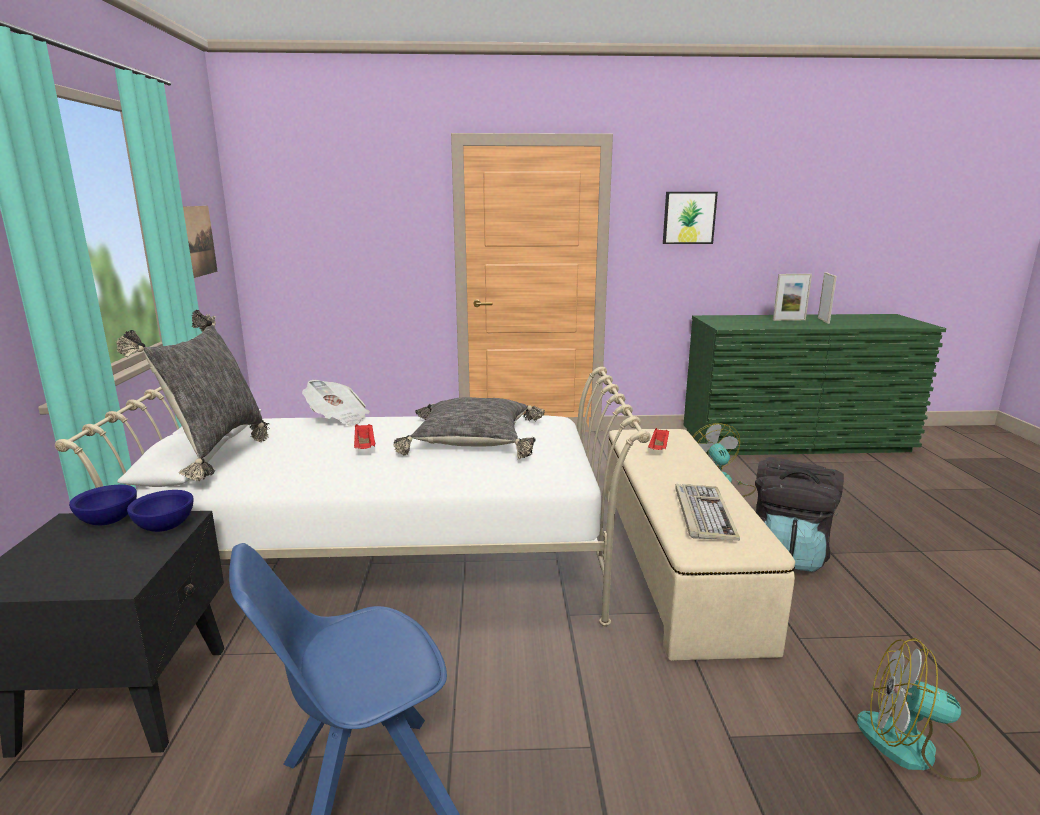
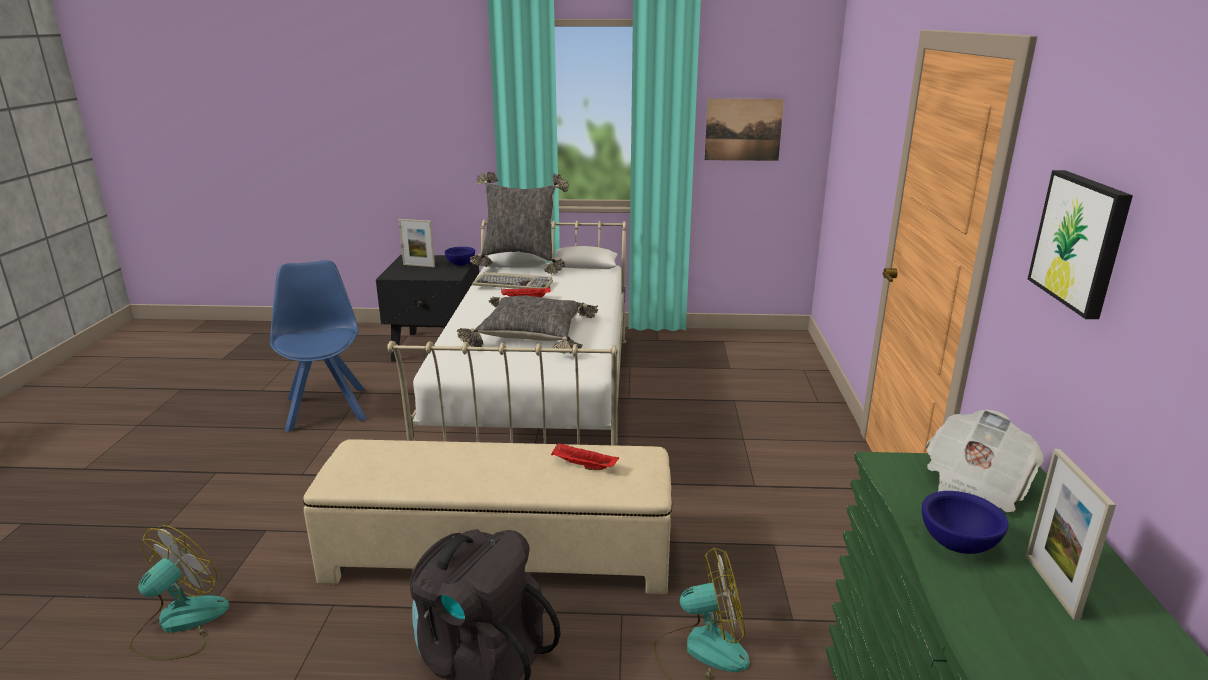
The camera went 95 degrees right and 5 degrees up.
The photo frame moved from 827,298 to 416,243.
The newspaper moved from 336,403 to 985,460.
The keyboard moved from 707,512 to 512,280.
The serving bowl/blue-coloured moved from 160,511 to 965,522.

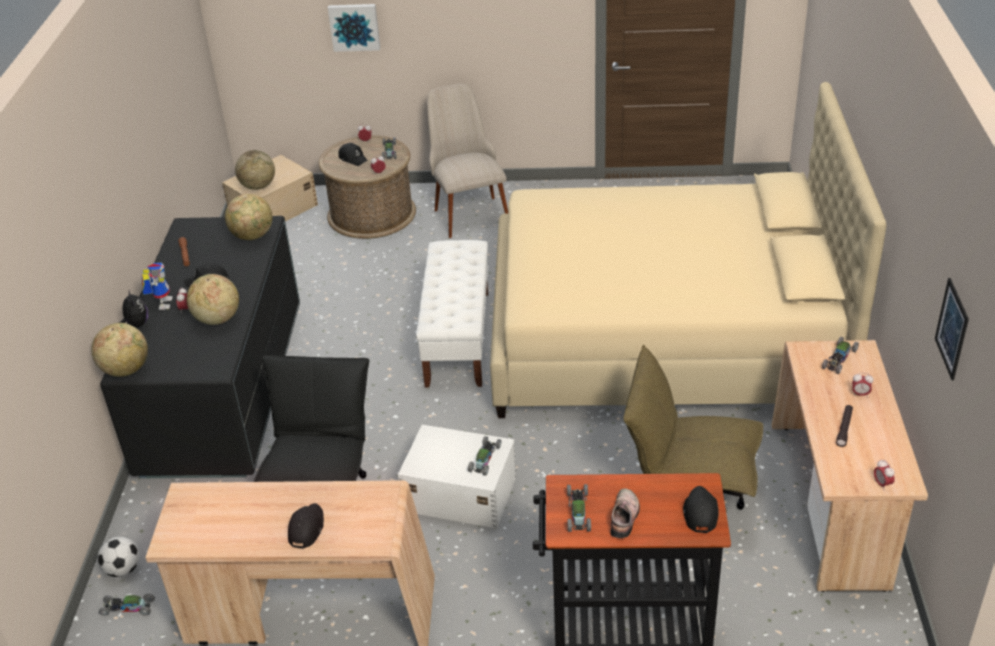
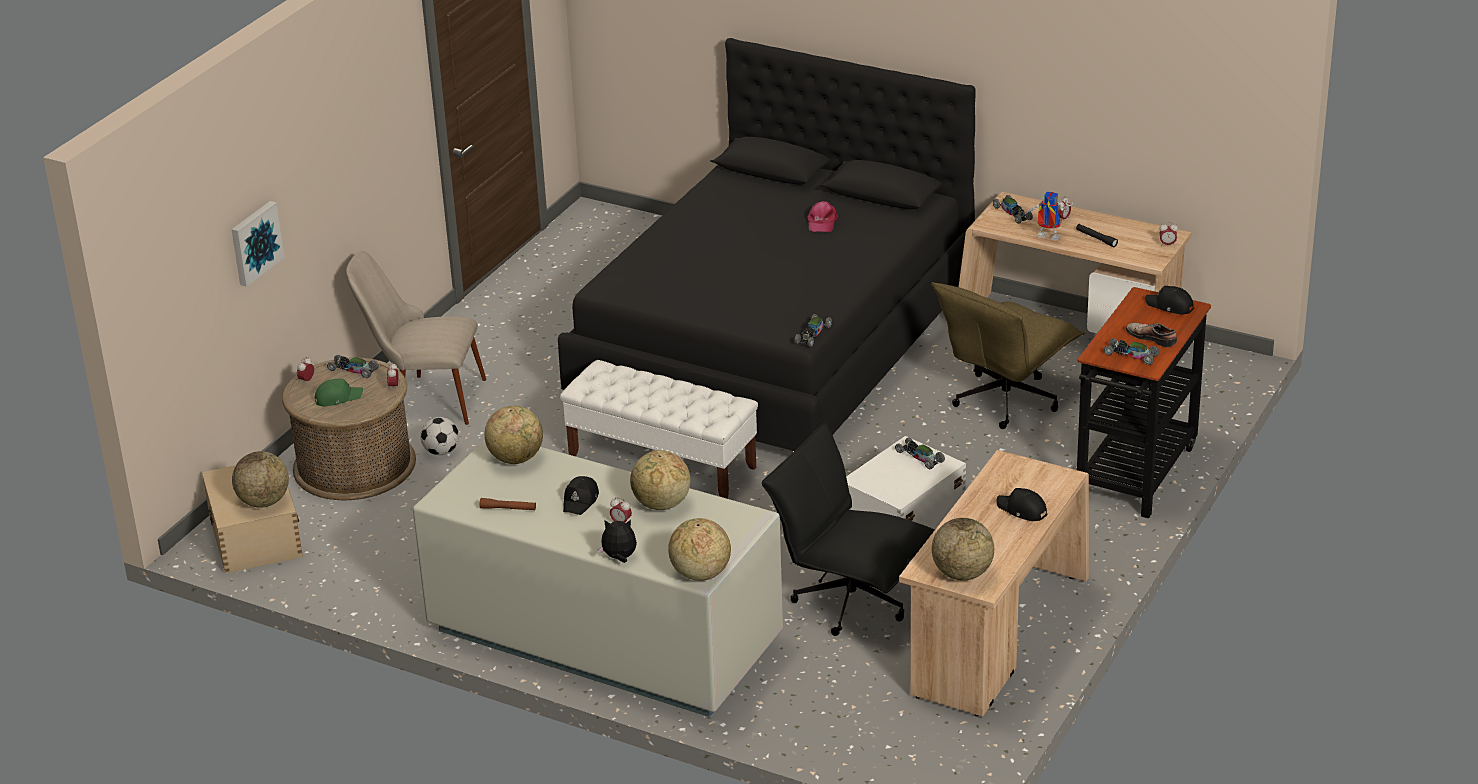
The camera went 65 degrees left and 5 degrees down.
The bedroom bed/beige-coloured at 688,250 became the bedroom bed/blackish at 767,244.
The cap/blackish at 353,154 became the cap/greenish at 339,393.
The chest of drawers/blackish at 200,347 became the chest of drawers/white at 598,578.
The robot figure moved from 157,286 to 1048,216.
The wall art at 952,329 disappeared.
The ball for football moved from 118,557 to 439,436.
The miniature car moved from 127,604 to 813,330.
The cap/pinkish at 823,216 appeared.
The globe at 963,549 appeared.

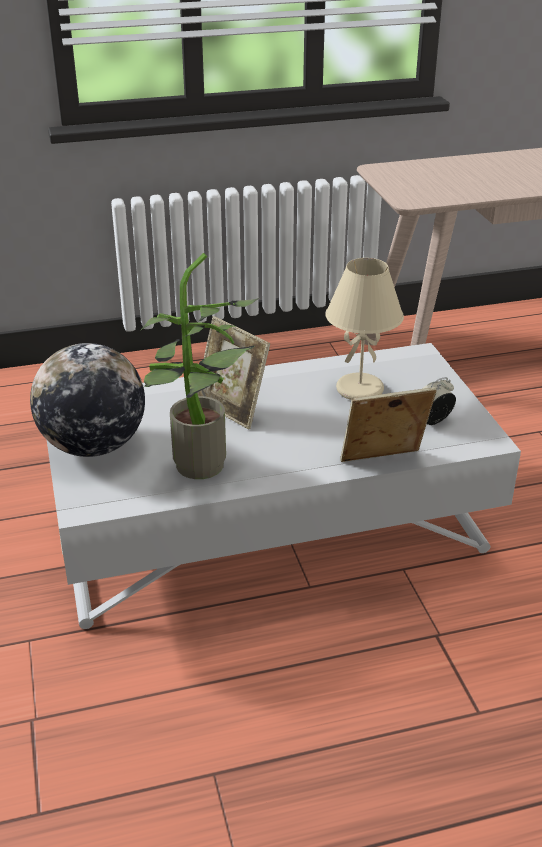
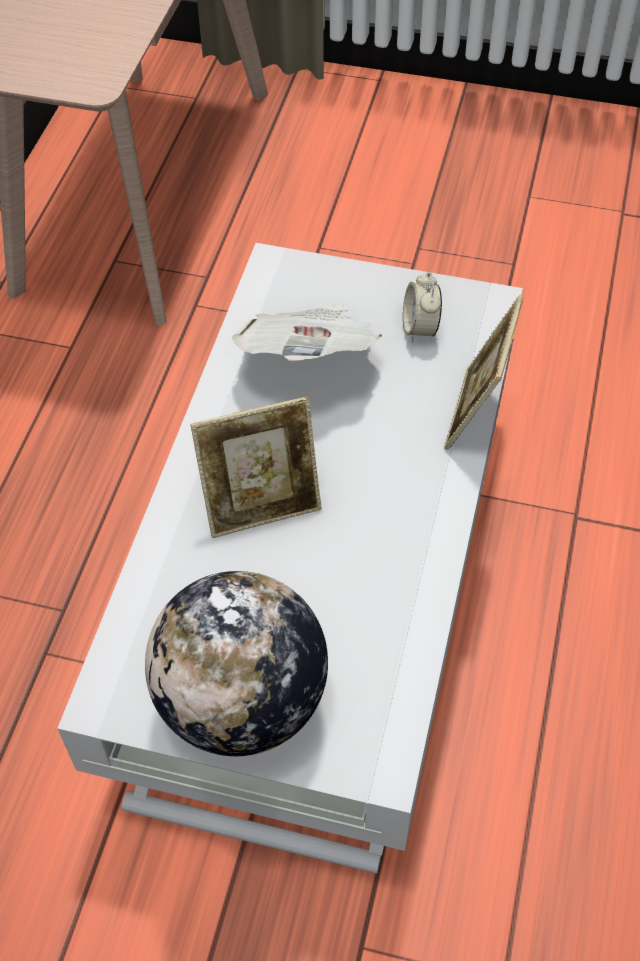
The camera went 60 degrees left and 20 degrees up.
The potted plant at 199,366 disappeared.
The table lamp/beige-coloured at 364,329 was replaced by the newspaper at 307,332.

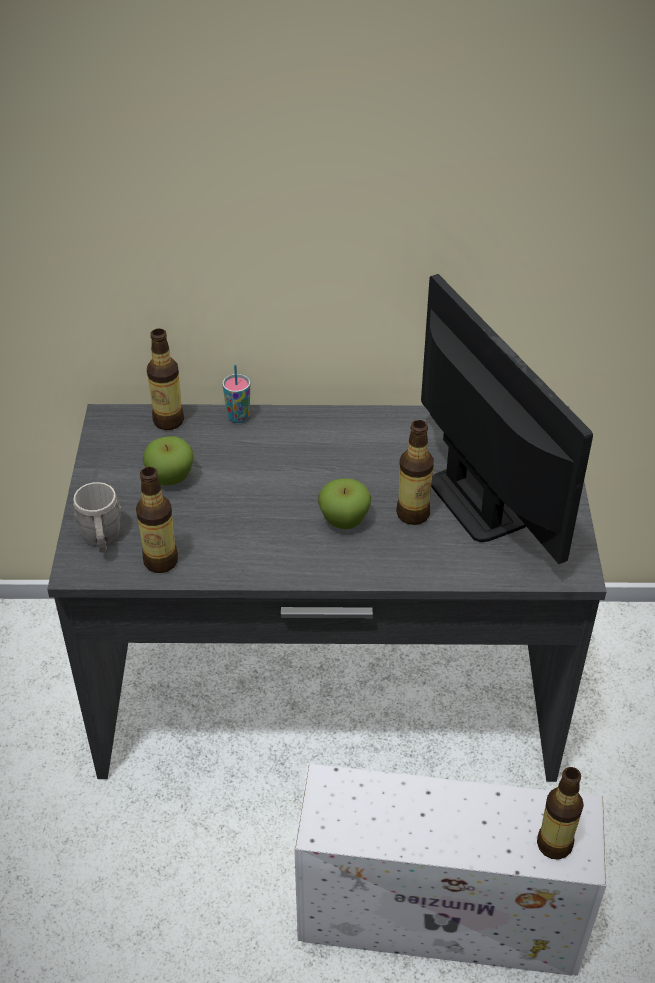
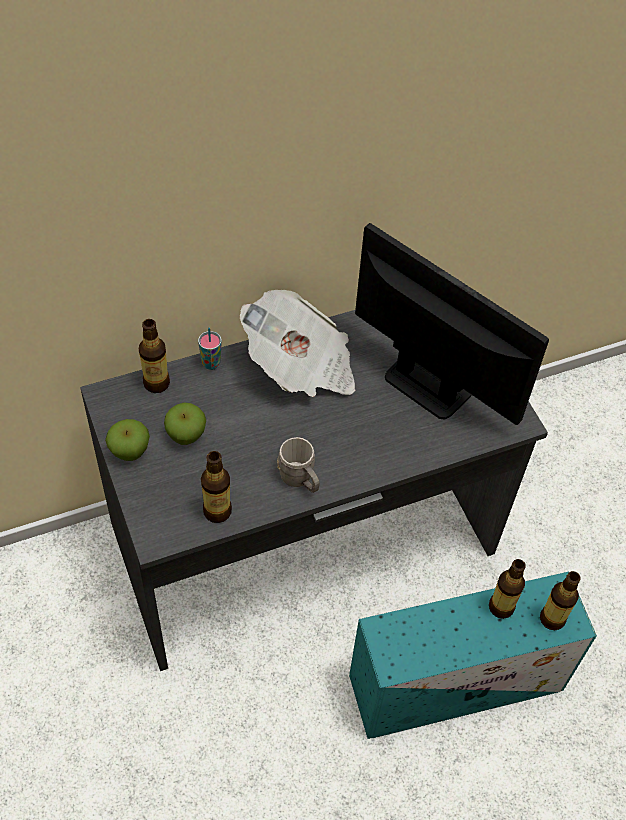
The camera went 25 degrees left and 10 degrees up.
The beverage bottle moved from 415,472 to 507,589.
The apple moved from 344,503 to 127,440.
The mug/grey moved from 97,517 to 298,465.
The storage bin/white at 450,869 became the storage bin/turquoise-coloured at 473,655.
The newspaper at 298,343 appeared.

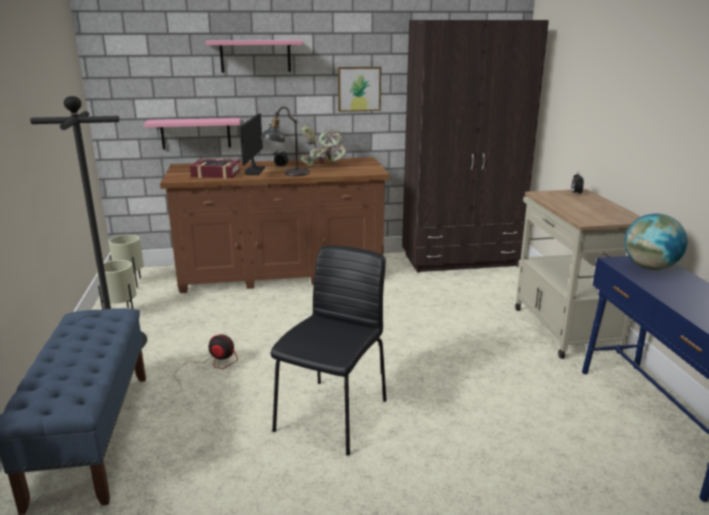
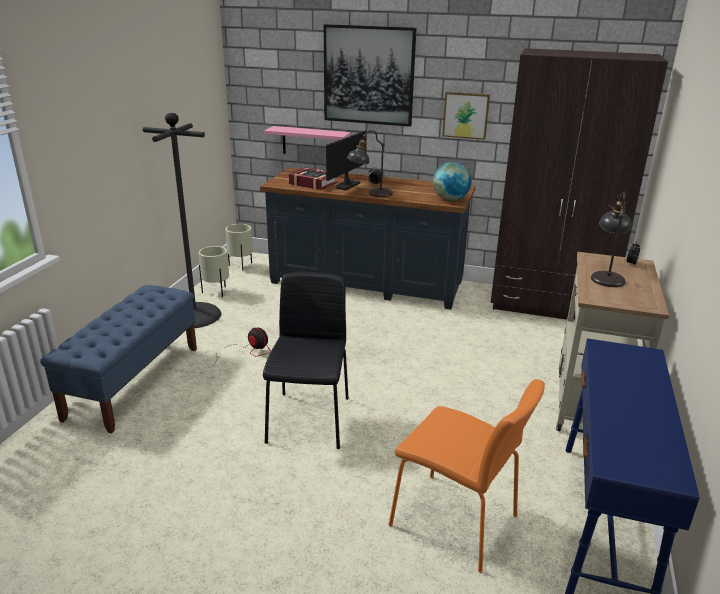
The camera went 25 degrees right and 5 degrees up.
The bracket shelf/pinkish at 254,56 was replaced by the wall art at 370,75.
The potted plant at 323,146 disappeared.
The chest of drawers/brownish at 275,225 became the chest of drawers/blue-coloured at 368,238.
The globe moved from 655,241 to 452,181.
The chair/blackish at 329,350 turned 45 degrees counterclockwise.
The table lamp/grey at 611,239 appeared.
The chair/orange-coloured at 466,476 appeared.

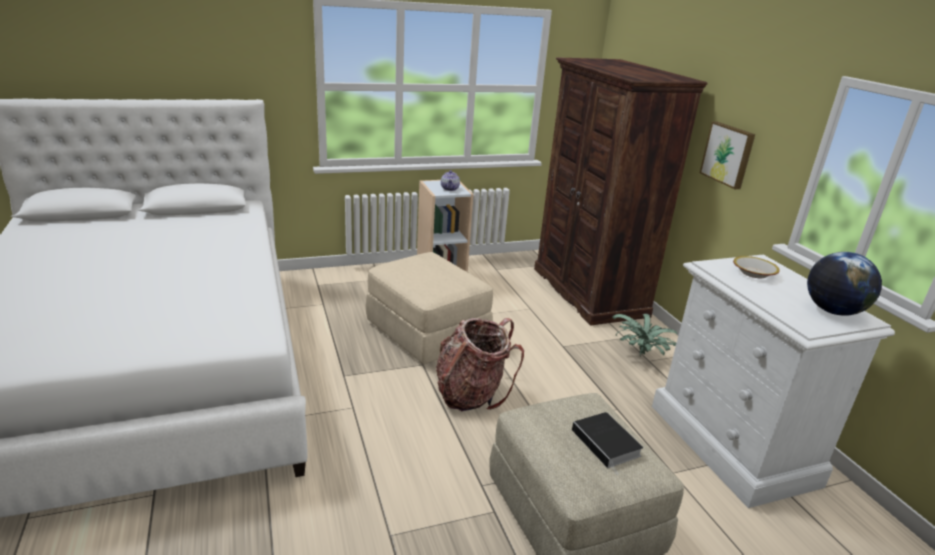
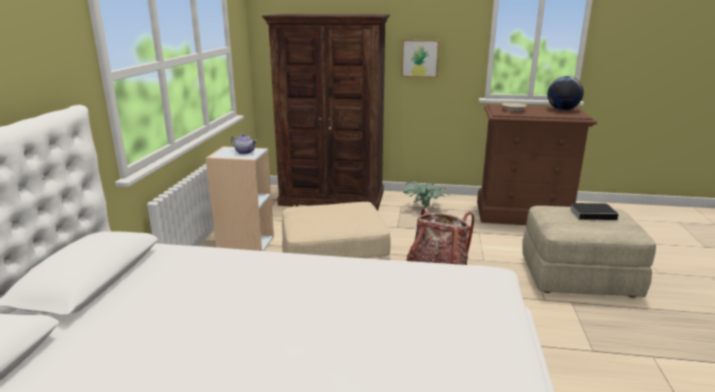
The camera went 60 degrees left and 5 degrees down.
The chest of drawers/white at 773,381 became the chest of drawers/brownish at 537,165.

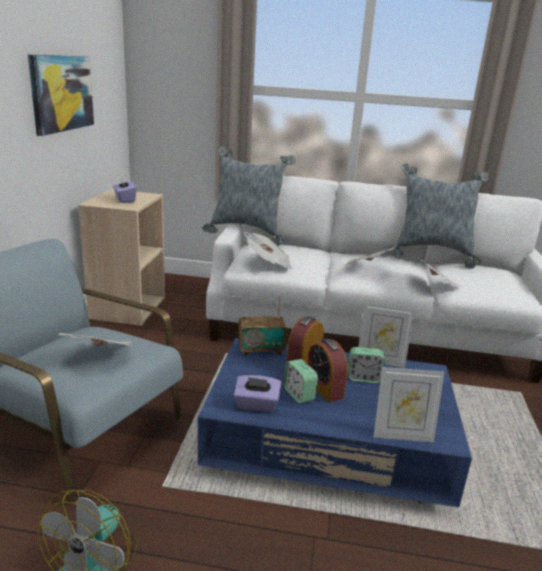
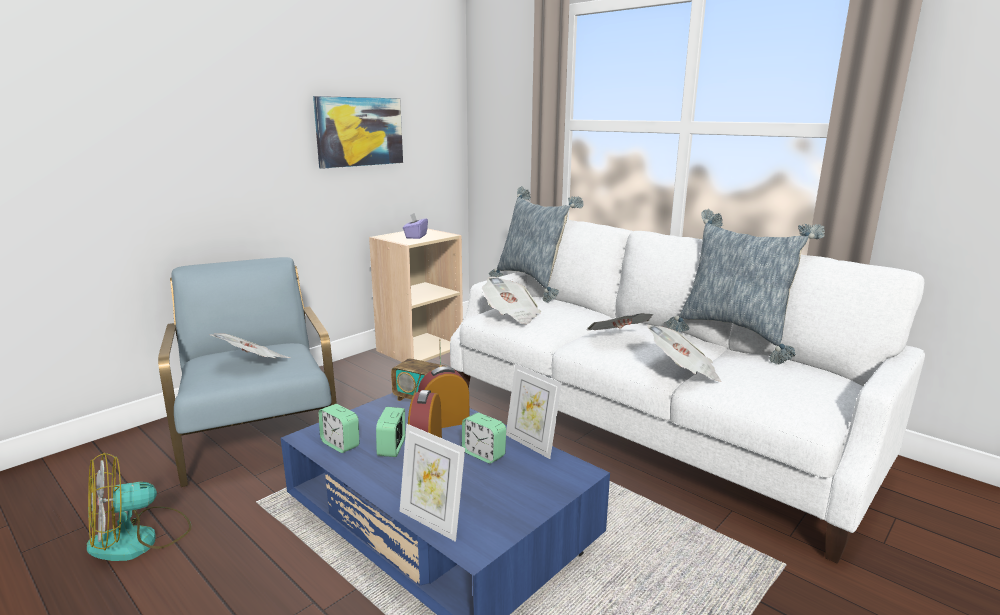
The camera went 35 degrees right and 5 degrees down.
The tissue holder/purple-coloured at 257,393 was replaced by the alarm clock at 339,428.

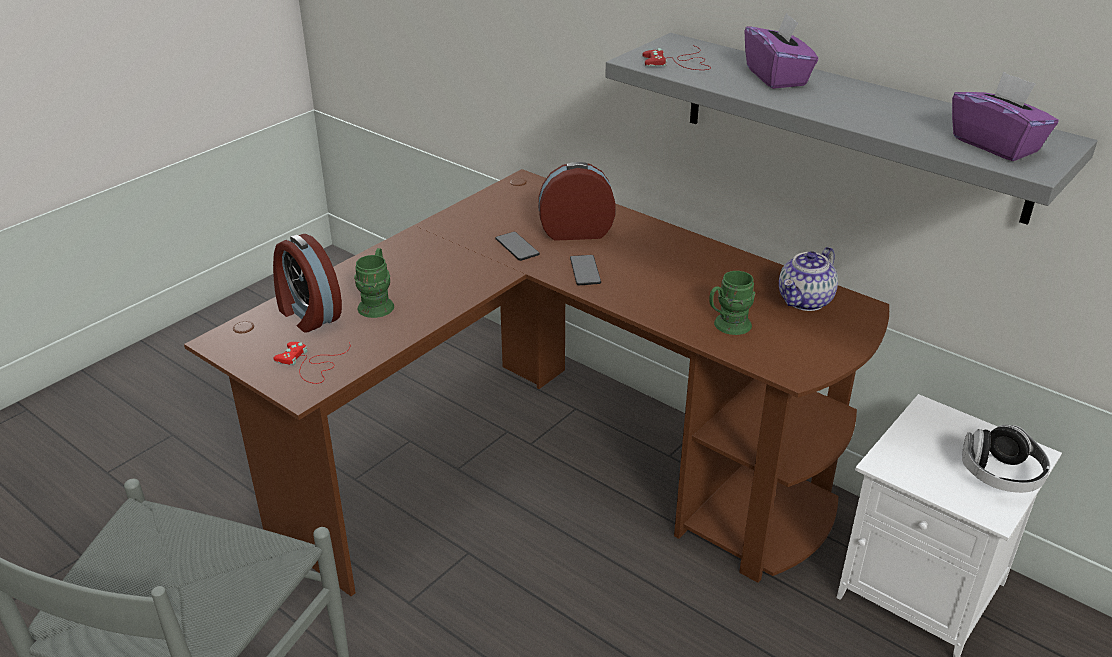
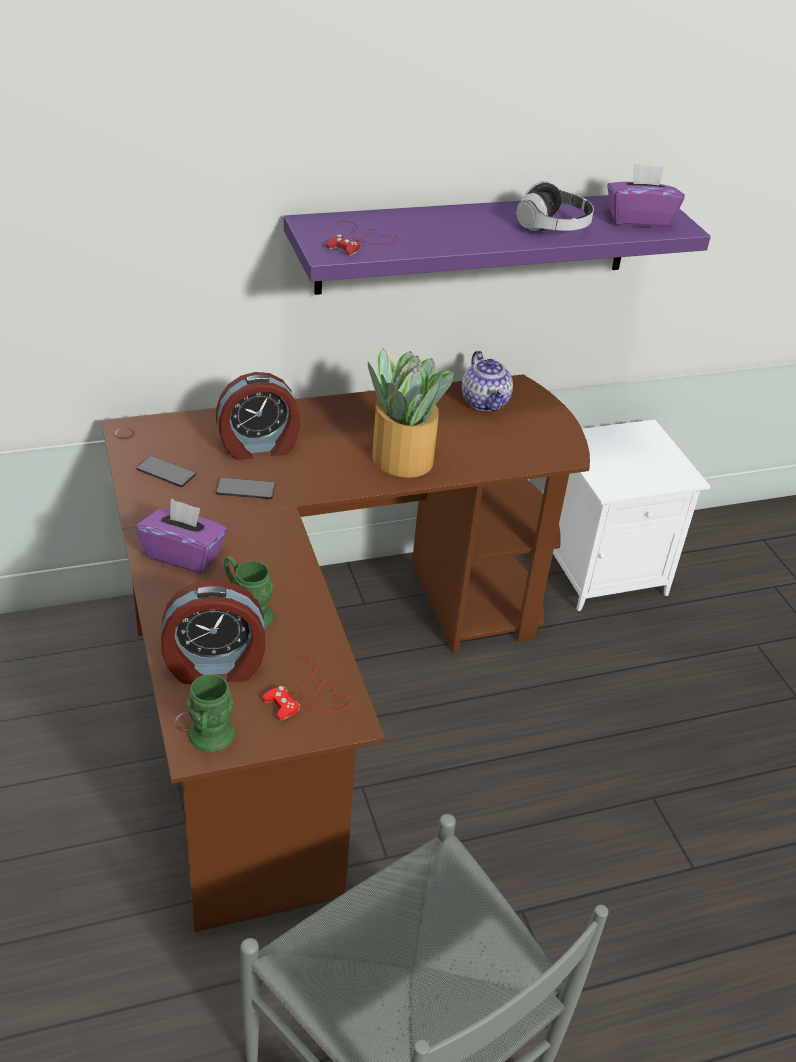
The camera went 60 degrees left and 5 degrees up.
The tissue holder/purple-coloured moved from 781,50 to 181,536.
The bracket shelf/grey at 851,129 became the bracket shelf/purple-coloured at 497,245.
The alarm clock at 577,201 turned 135 degrees counterclockwise.
The handset moved from 585,270 to 166,471.
The mug/greenish moved from 732,303 to 211,713.
The headset moved from 1006,459 to 555,206.
The potted plant at 411,413 appeared.

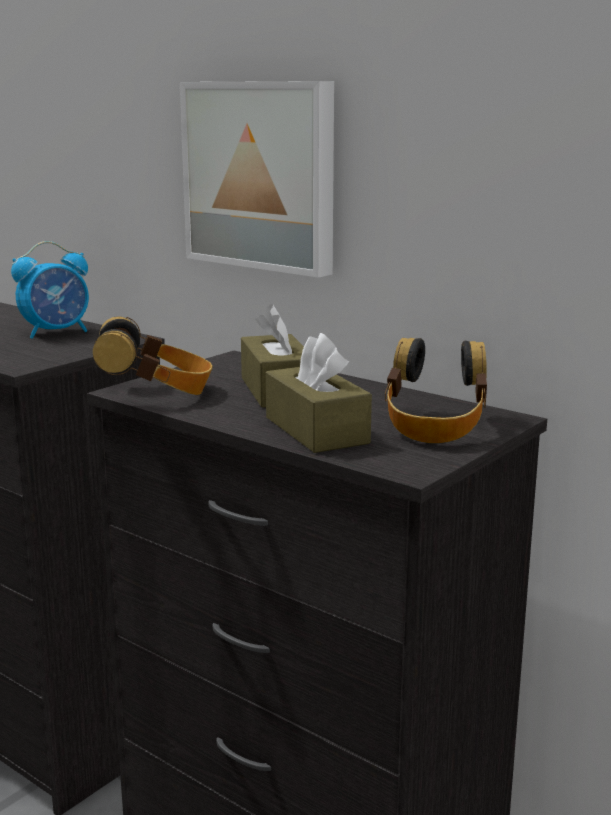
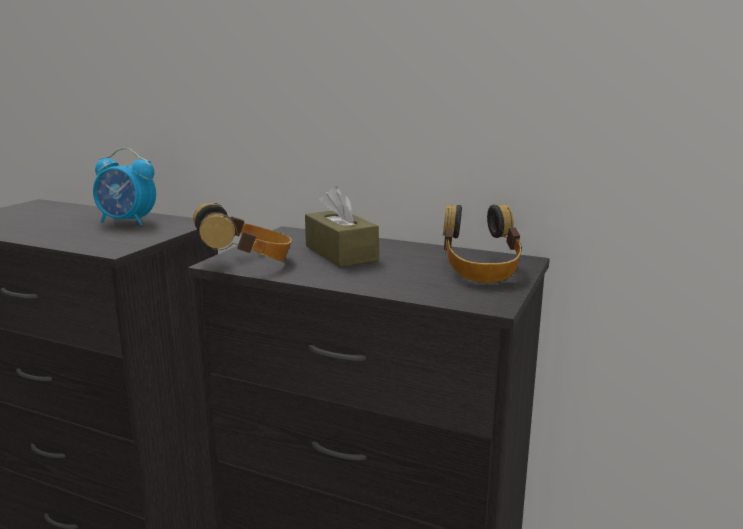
The camera went 15 degrees left and 0 degrees up.
The wall art at 257,179 disappeared.
The alarm clock at 50,290 turned 60 degrees clockwise.
The tissue holder/brownish at 319,393 disappeared.

